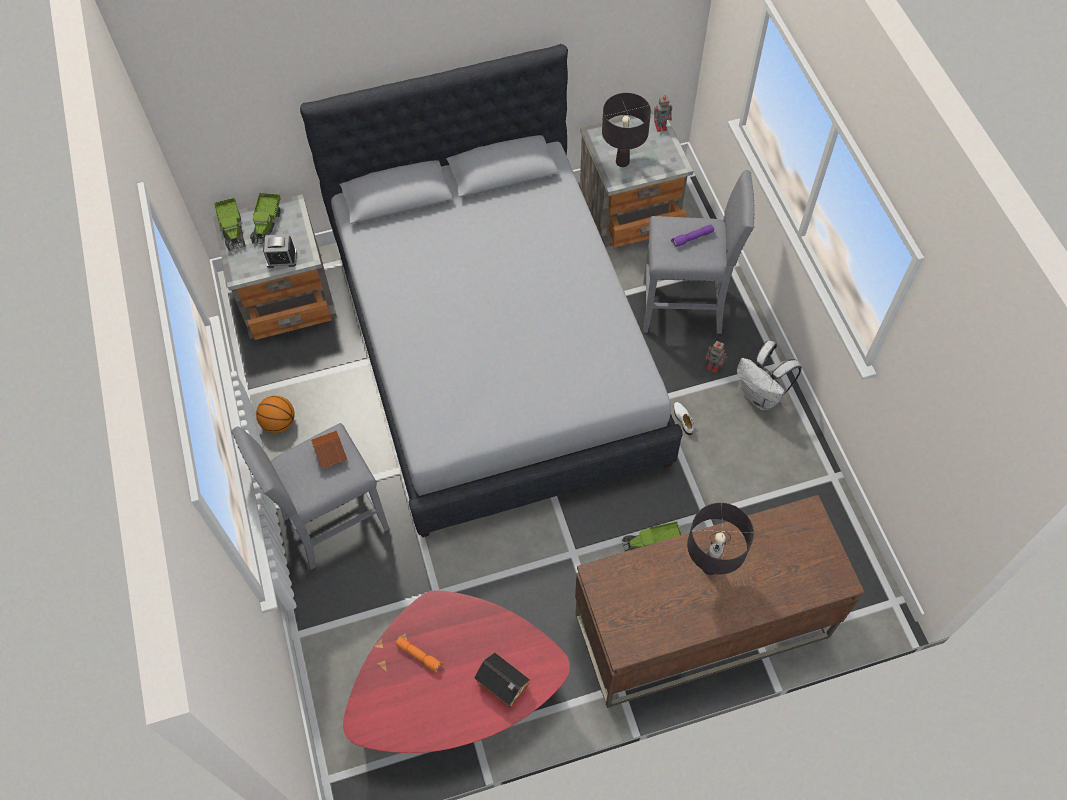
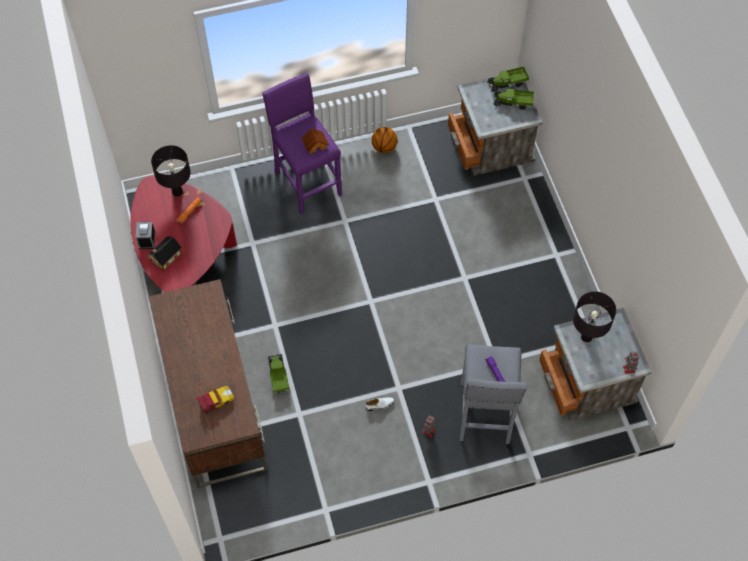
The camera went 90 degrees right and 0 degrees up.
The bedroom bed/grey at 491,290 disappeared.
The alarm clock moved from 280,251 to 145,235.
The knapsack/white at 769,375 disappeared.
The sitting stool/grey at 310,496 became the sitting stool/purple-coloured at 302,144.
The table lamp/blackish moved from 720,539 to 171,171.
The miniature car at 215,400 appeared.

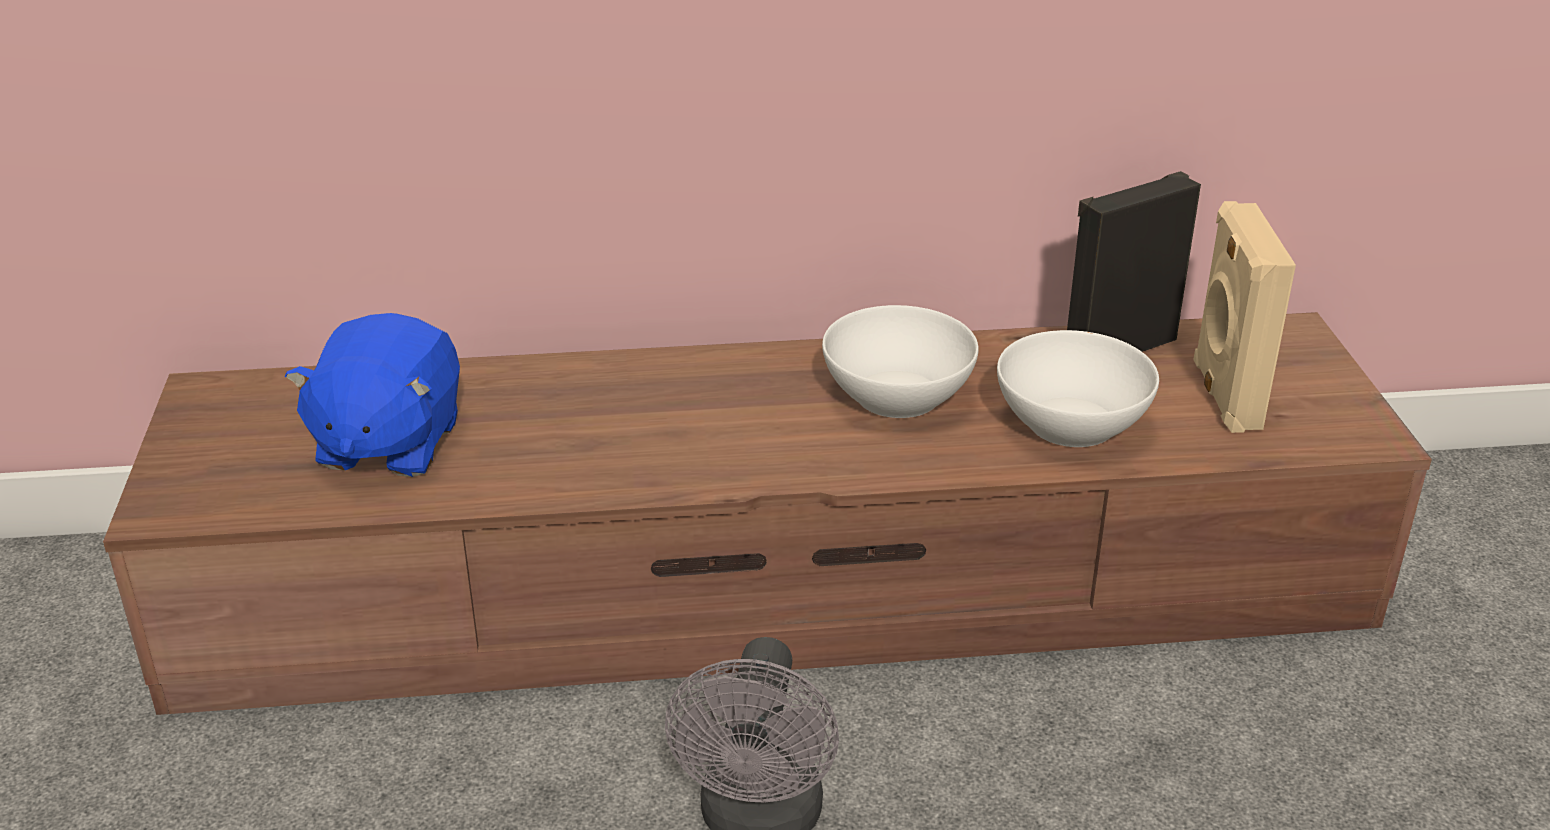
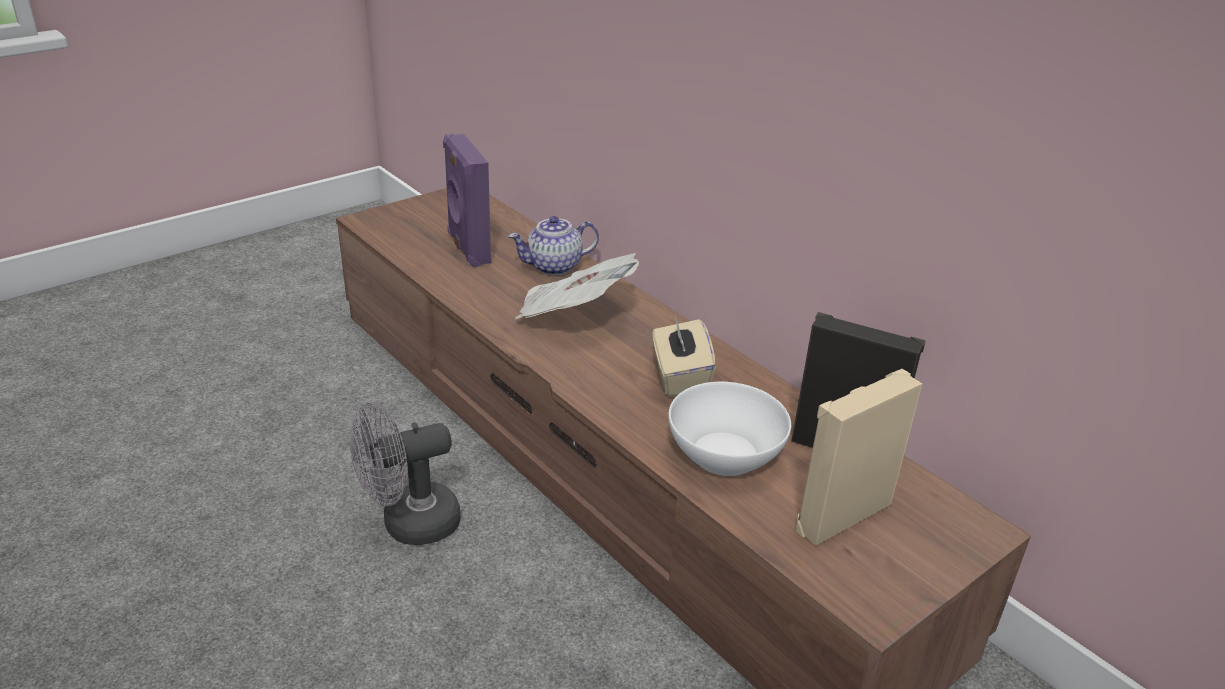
The camera went 55 degrees right and 0 degrees up.
The serving bowl/white at 900,361 was replaced by the tissue holder/beige-coloured at 684,356.
The plush toy/blue-coloured at 372,395 was replaced by the speaker/purple-coloured at 467,200.
The pot for tea at 553,245 appeared.
The newspaper at 577,286 appeared.

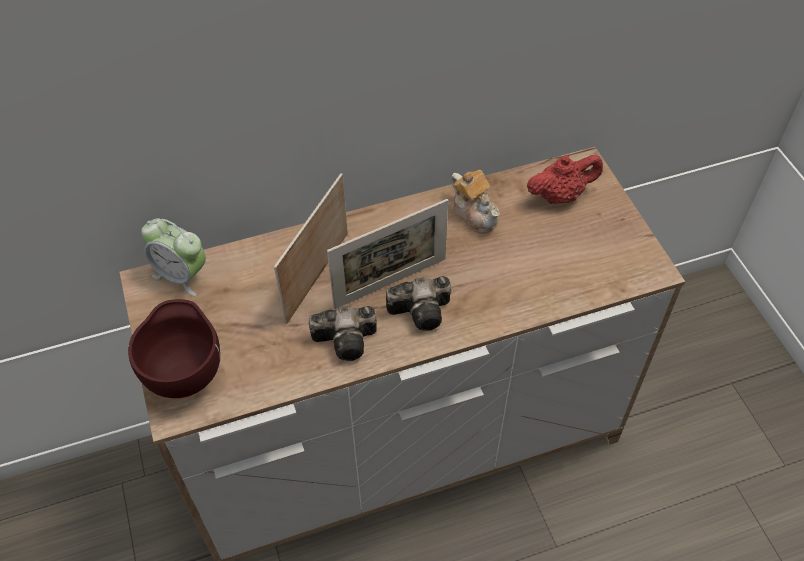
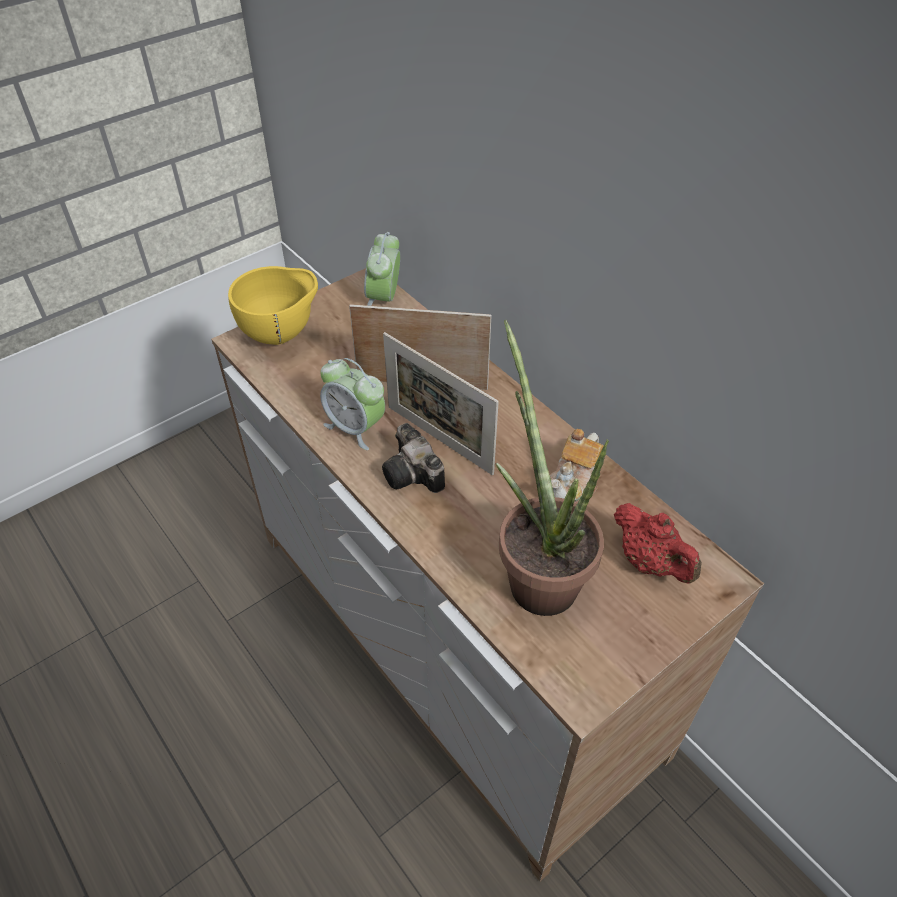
The camera went 70 degrees right and 5 degrees down.
The serving bowl/brownish at 174,348 became the serving bowl/yellow at 273,305.
The photo camera at 343,333 was replaced by the alarm clock at 352,404.
The potted plant at 552,468 appeared.

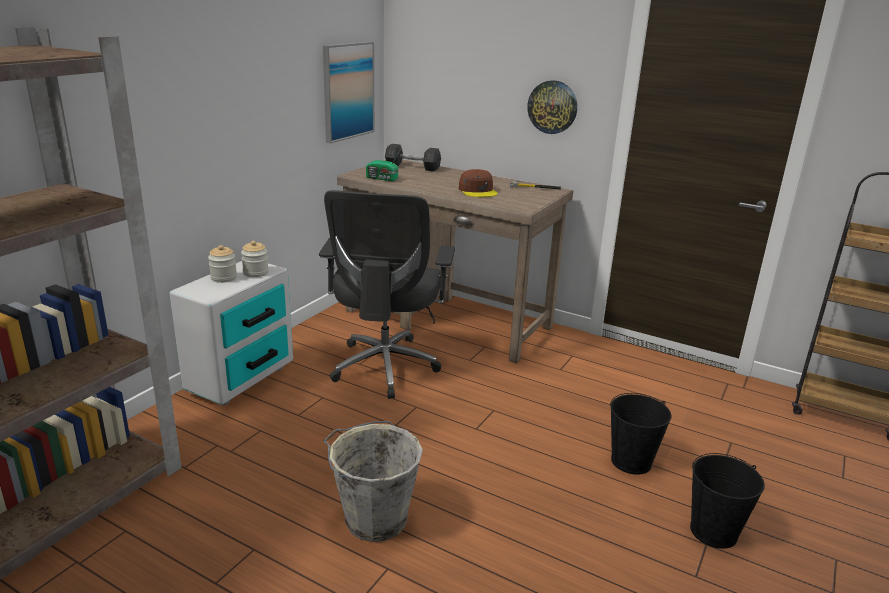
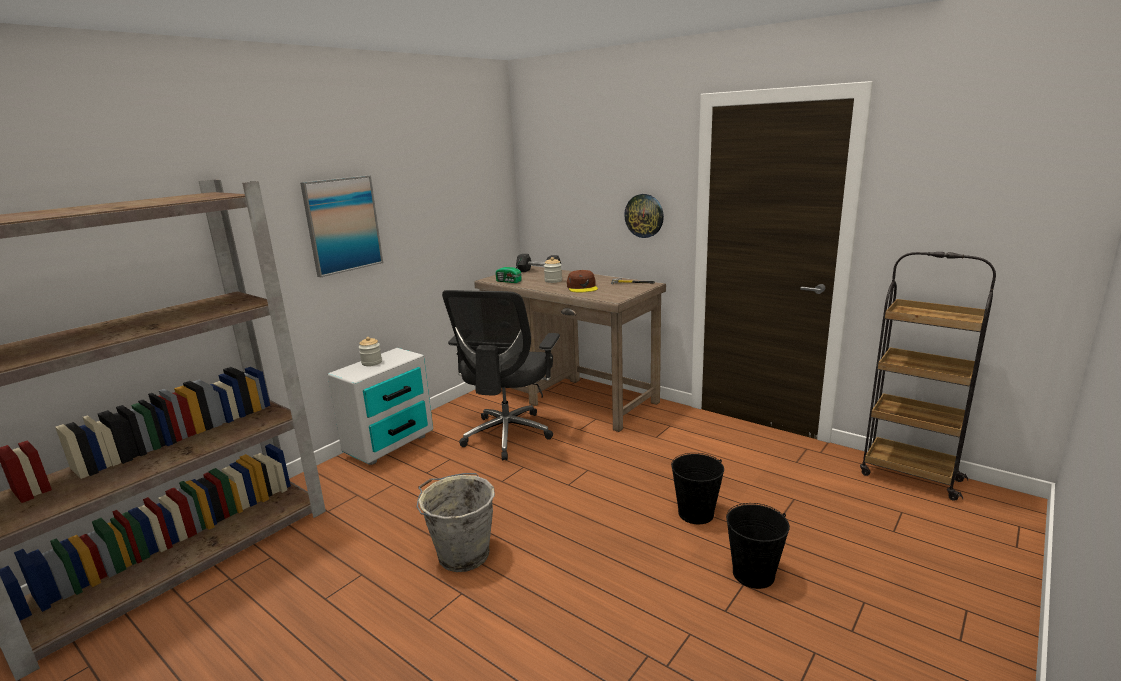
The camera went 10 degrees right and 5 degrees down.
The wall art moved from 348,92 to 341,226.
The preserve jar moved from 255,259 to 553,270.

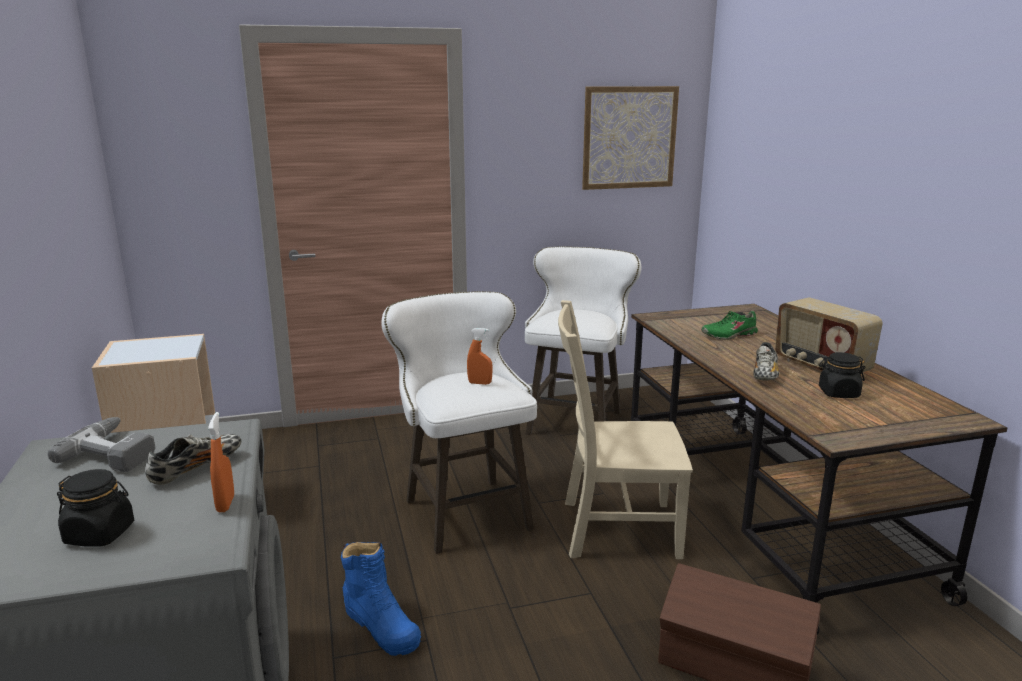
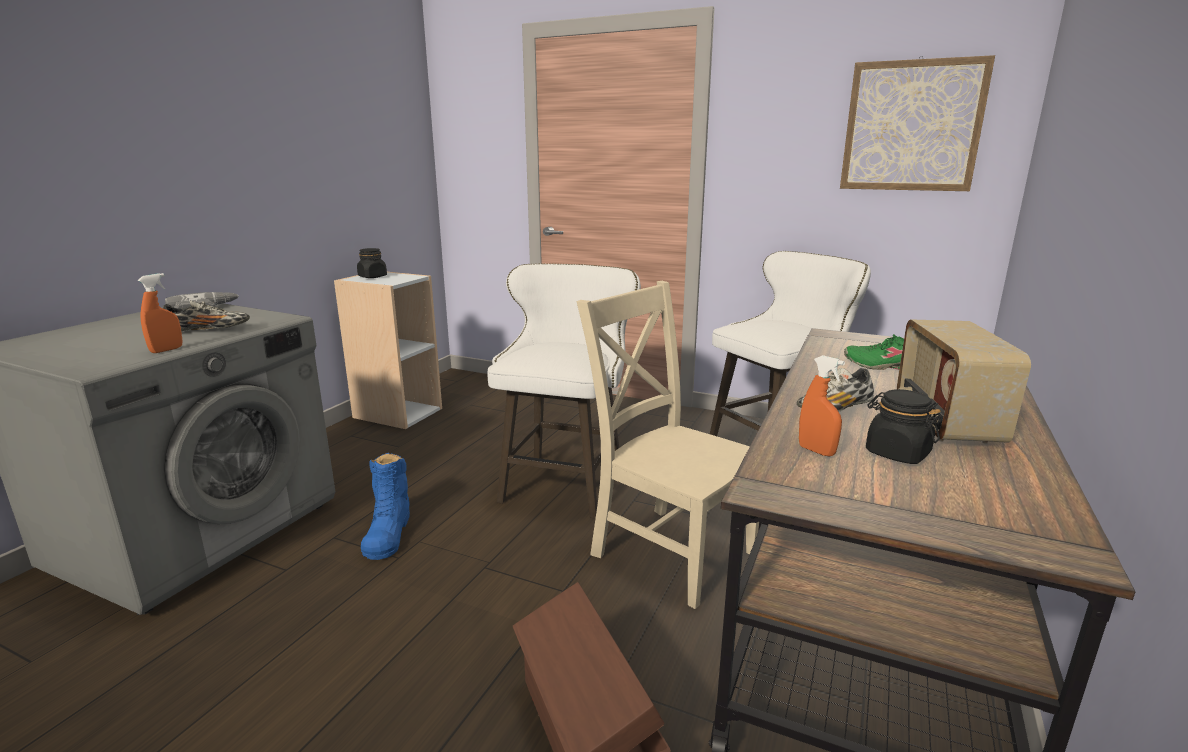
The camera went 40 degrees right and 0 degrees up.
The sprayer/orange-coloured moved from 480,356 to 822,406.
The preserve jar/blackish moved from 95,508 to 372,263.

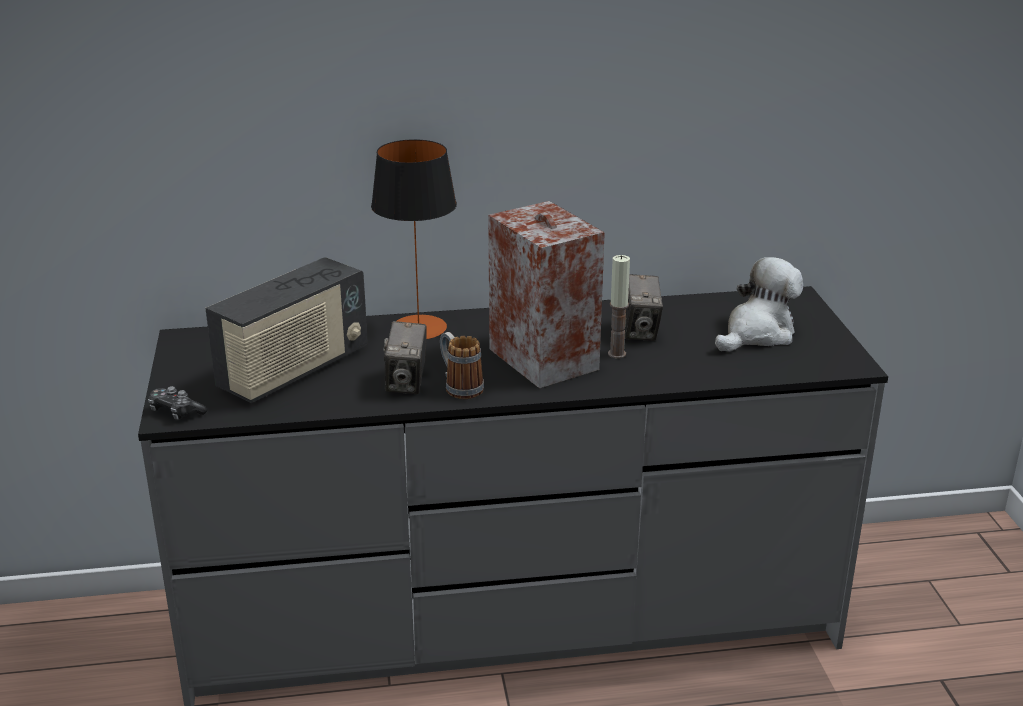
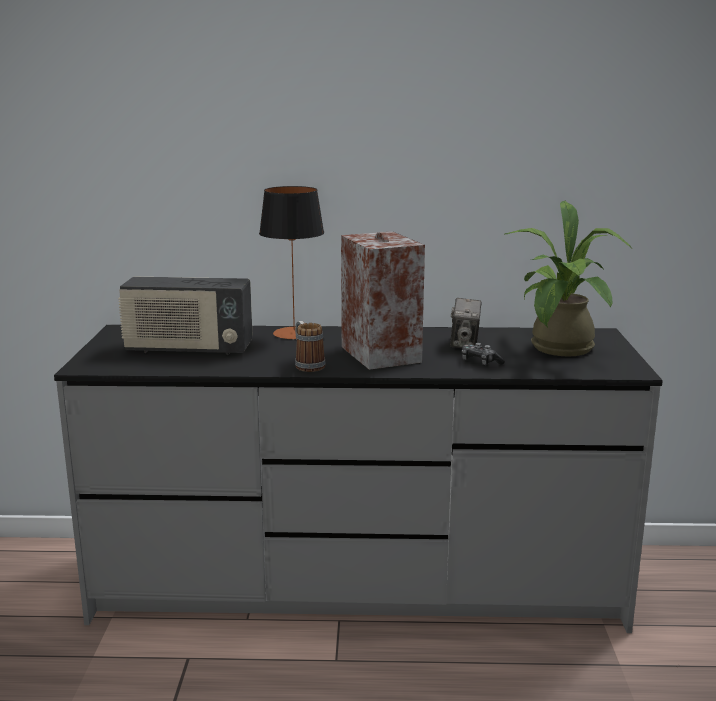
The camera went 10 degrees right and 10 degrees down.
The wax light at 619,306 disappeared.
The radio set at 286,330 turned 45 degrees clockwise.
The plush toy at 759,304 was replaced by the potted plant at 568,278.
The photo camera at 405,357 disappeared.
The joypad moved from 178,403 to 483,354.

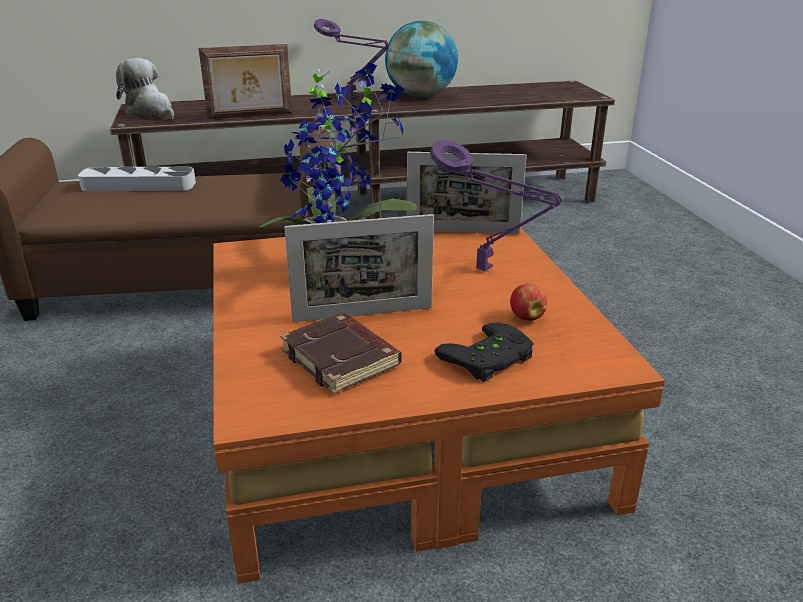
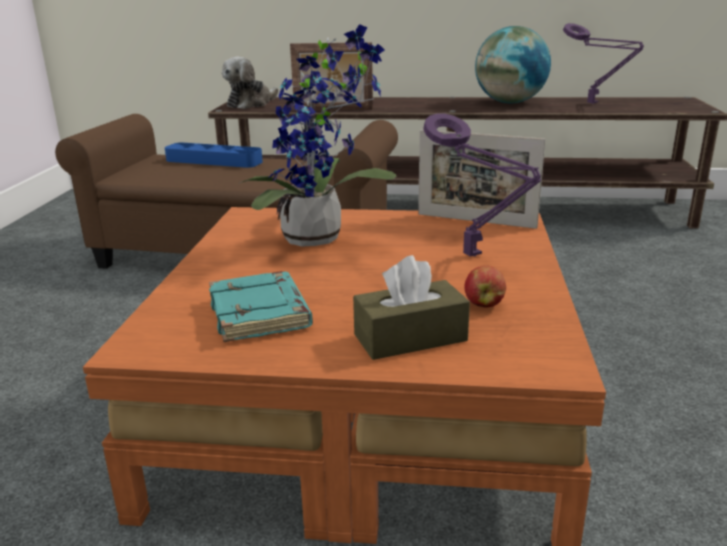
The camera went 20 degrees right and 5 degrees down.
The table lamp/purple-coloured moved from 351,59 to 603,63.
The plush toy at 145,89 turned 120 degrees counterclockwise.
The carrying tray/grey at 137,179 became the carrying tray/blue-coloured at 214,155.
The photo frame at 359,268 disappeared.
The volume/brownish at 341,353 became the volume/turquoise-coloured at 261,306.
The joypad/blackish at 484,352 was replaced by the tissue holder/brownish at 411,307.

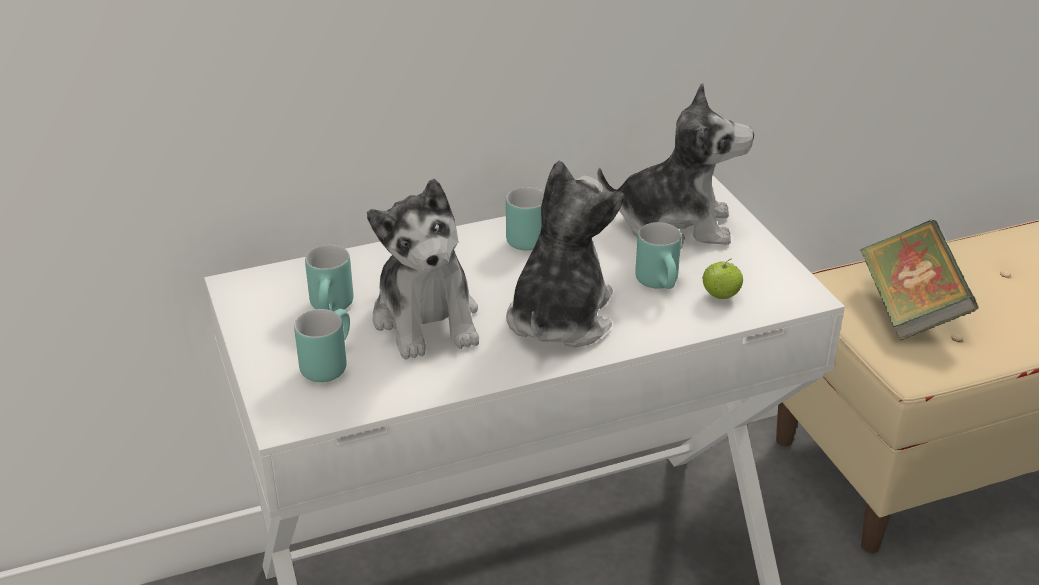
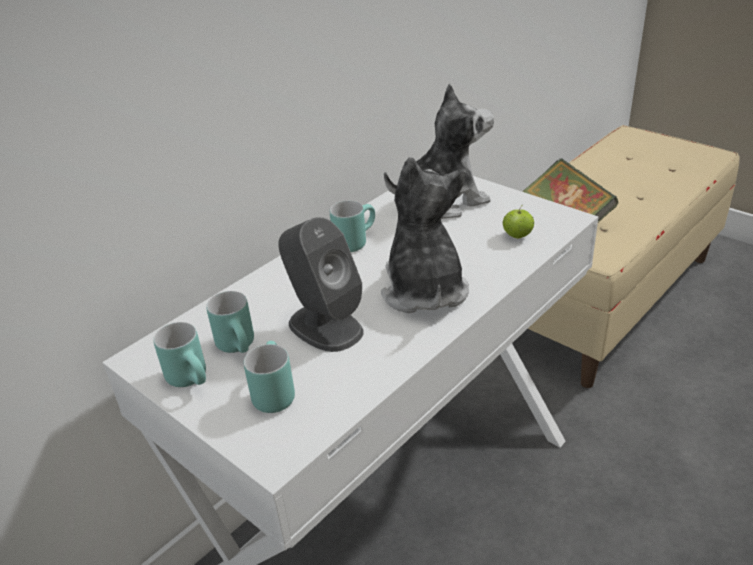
The camera went 25 degrees left and 0 degrees up.
The plush toy at 423,269 was replaced by the speaker/grey at 321,284.
The mug/turquoise-coloured moved from 658,255 to 179,354.

